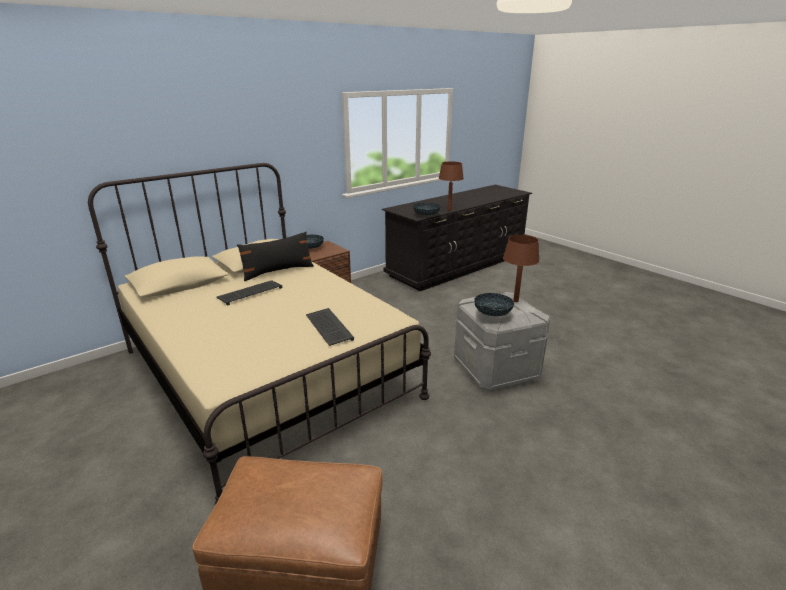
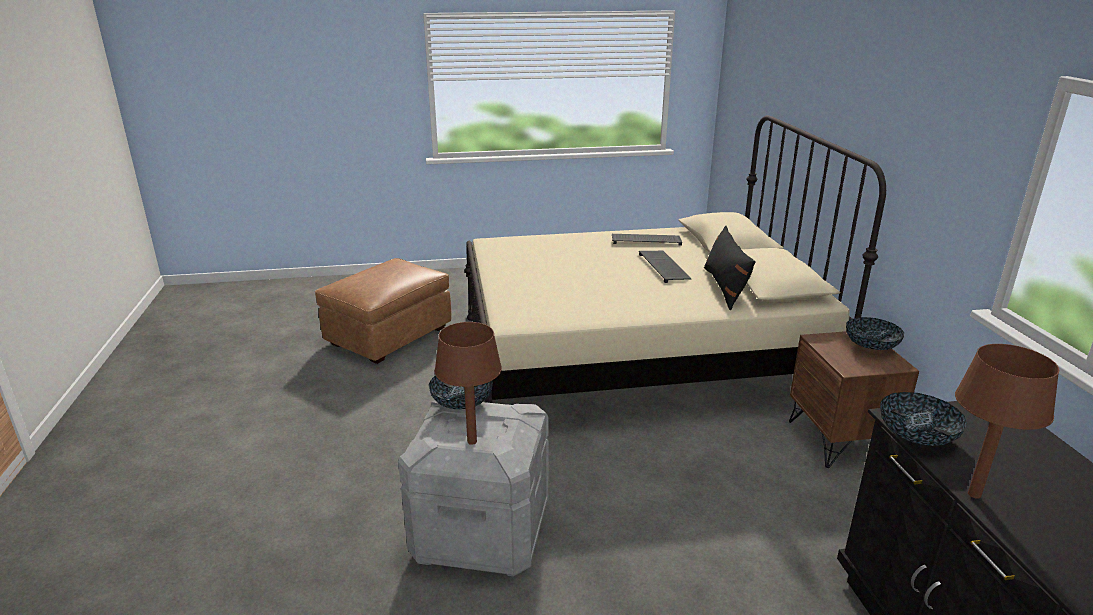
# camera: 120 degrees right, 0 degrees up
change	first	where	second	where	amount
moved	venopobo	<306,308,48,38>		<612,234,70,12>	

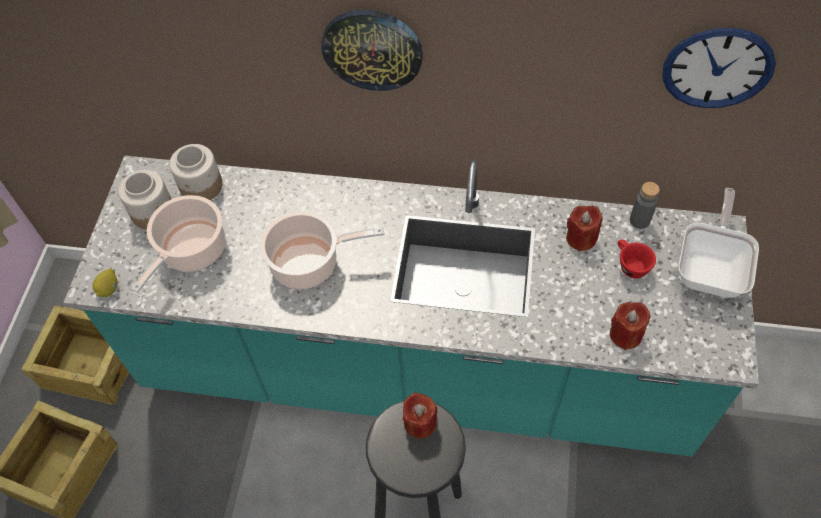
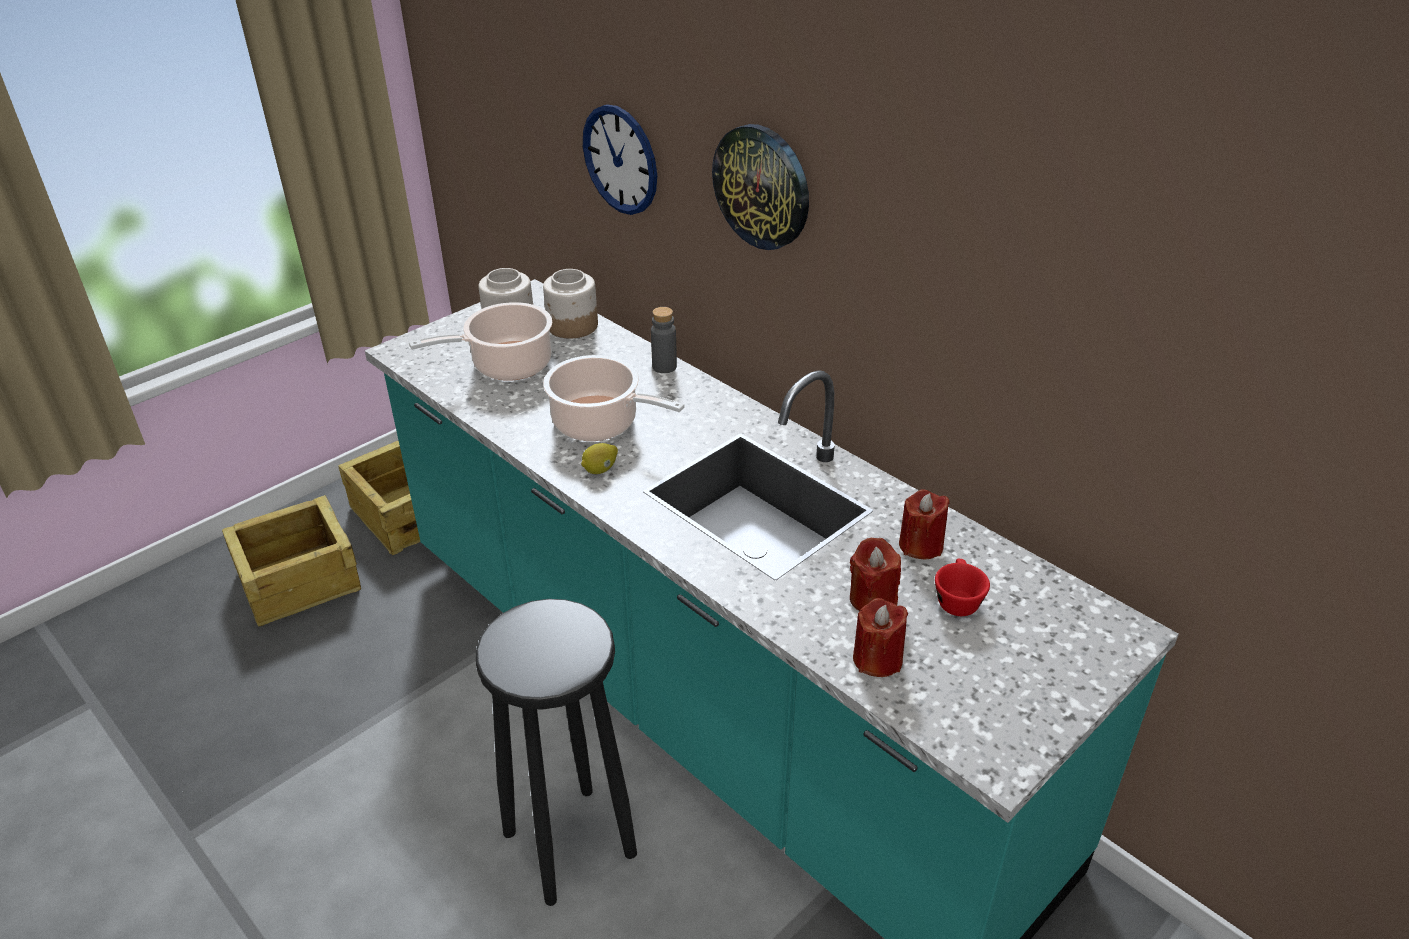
# camera: 35 degrees right, 20 degrees down
change	first	where	second	where	amount
moved	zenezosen	<662,28,114,80>		<583,104,74,111>	
moved	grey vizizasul	<630,182,30,47>		<651,307,26,66>	
removed	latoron	<679,188,80,110>			
moved	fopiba	<92,269,25,28>		<581,443,37,31>	
moved	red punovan	<403,392,35,47>		<850,538,51,73>	

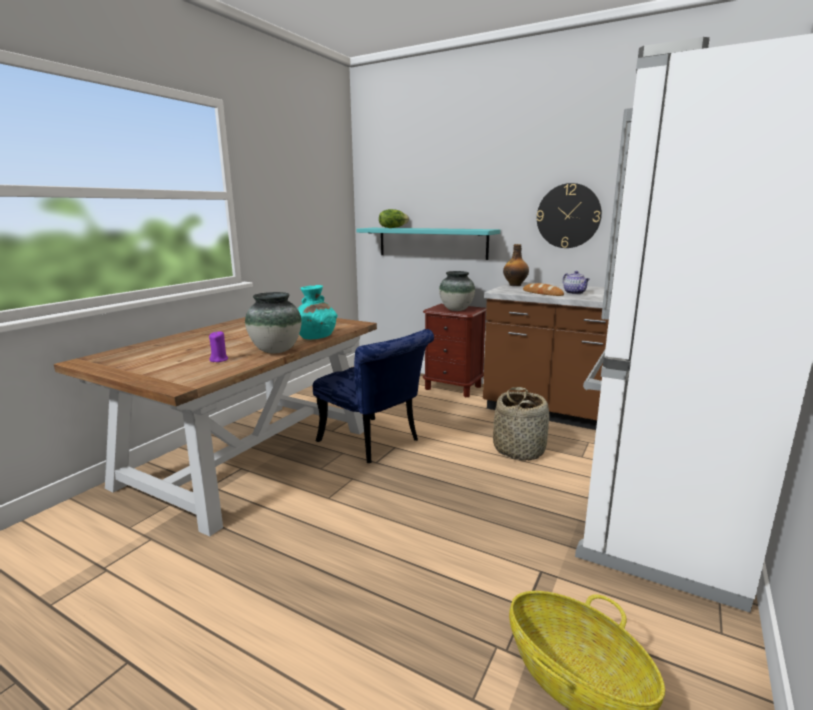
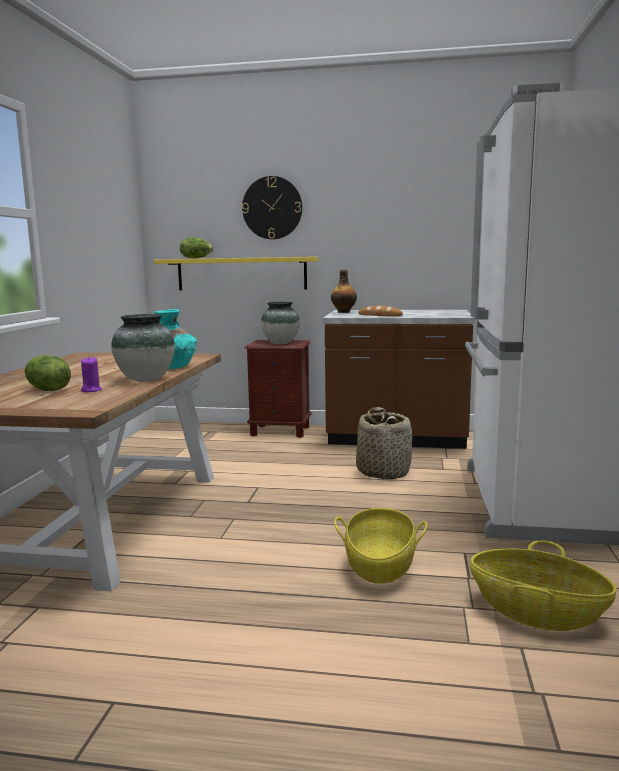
# camera: 20 degrees left, 5 degrees down
change	first	where	second	where	amount
moved	zenezosen	<537,183,65,65>		<242,176,60,63>	
recoloured	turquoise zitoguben	<356,228,144,32>	yellow zitoguben	<154,257,164,33>	
removed	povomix	<563,271,27,23>			
removed	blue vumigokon	<313,329,121,134>			
added			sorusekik	<25,355,46,36>	
added			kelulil	<334,508,94,76>	

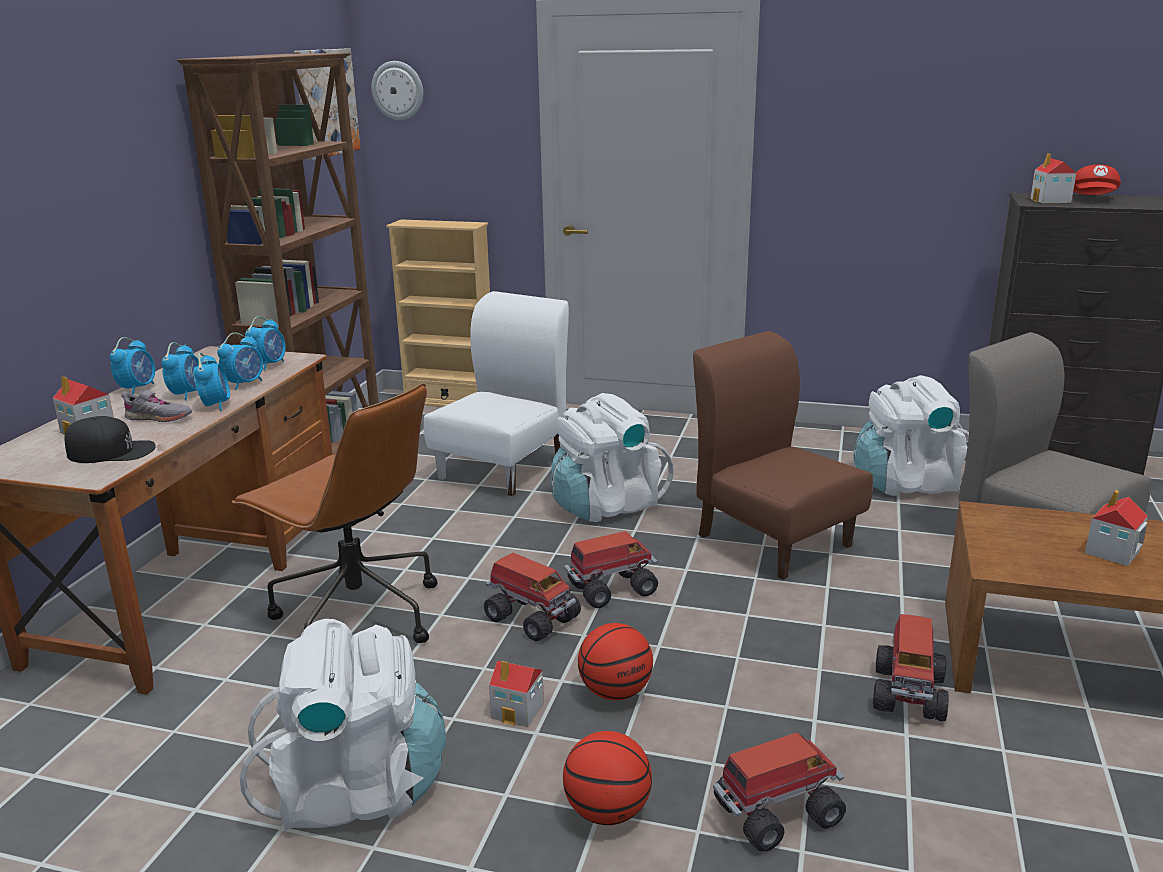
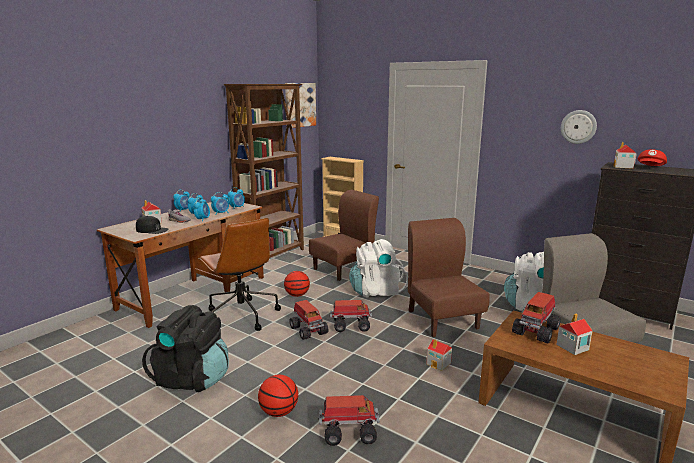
# camera: 20 degrees right, 5 degrees down
change	first	where	second	where	amount
moved	zenezosen	<371,61,52,59>		<561,110,36,34>	
recoloured	white vumigokon	<424,291,145,205>	brown vumigokon	<309,190,70,91>	
moved	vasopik	<873,614,76,107>		<512,292,49,51>	
recoloured	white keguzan	<240,619,206,212>	black keguzan	<142,305,87,87>	
moved	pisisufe	<578,623,75,77>		<284,271,26,26>	
moved	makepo	<489,661,55,66>		<426,339,26,32>	

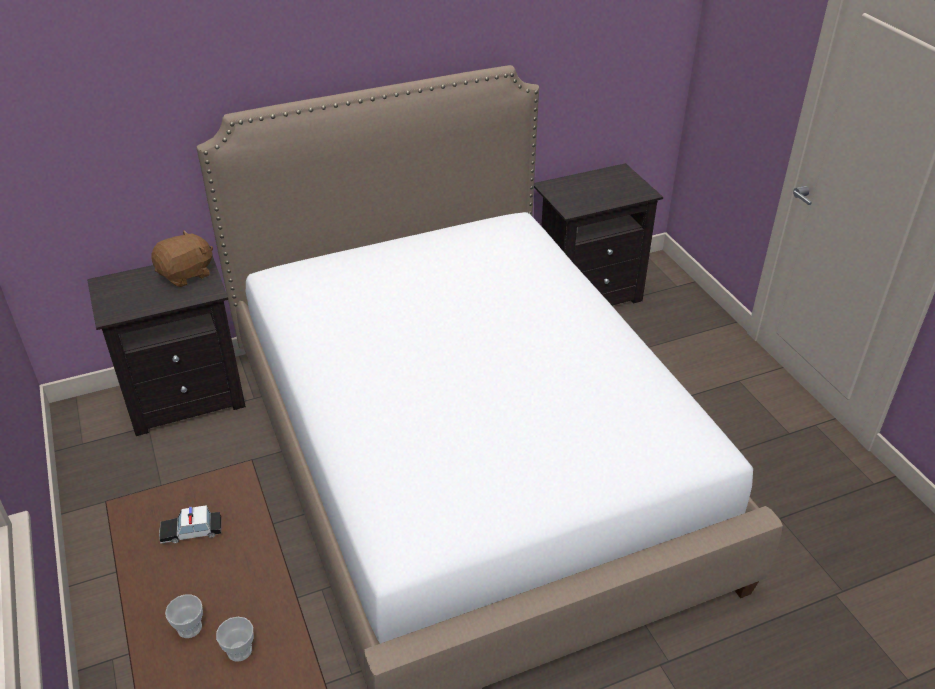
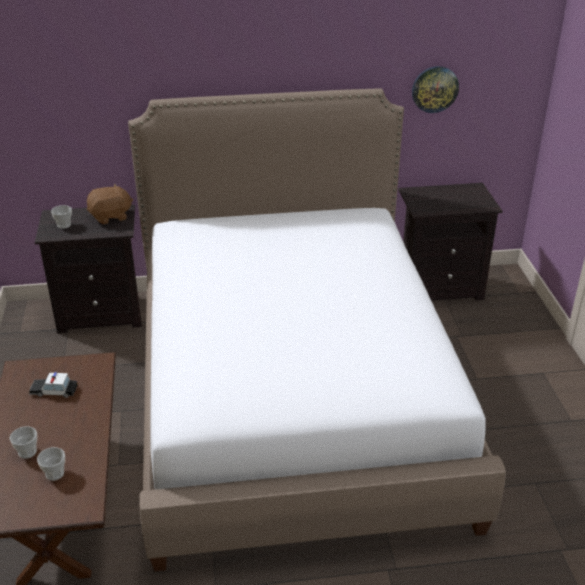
# camera: 15 degrees right, 5 degrees down
change	first	where	second	where	amount
added			zenezosen	<412,66,47,47>	
added			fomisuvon	<51,205,21,24>	

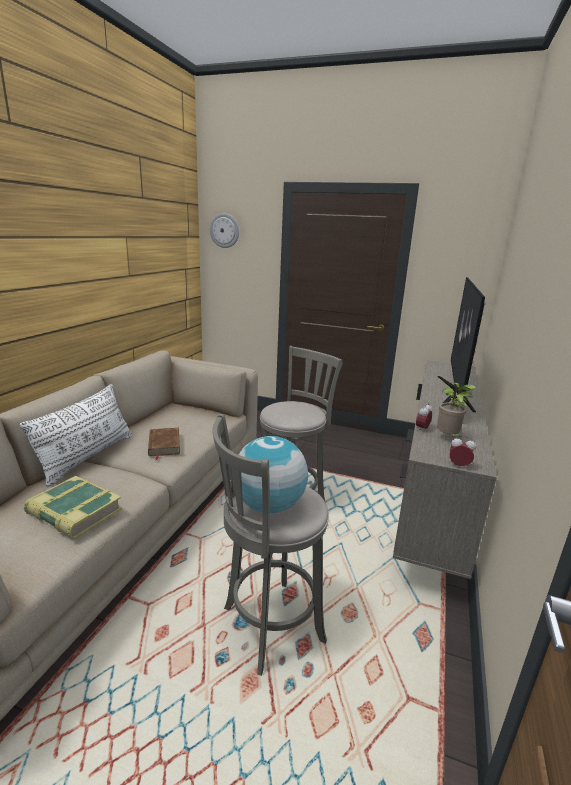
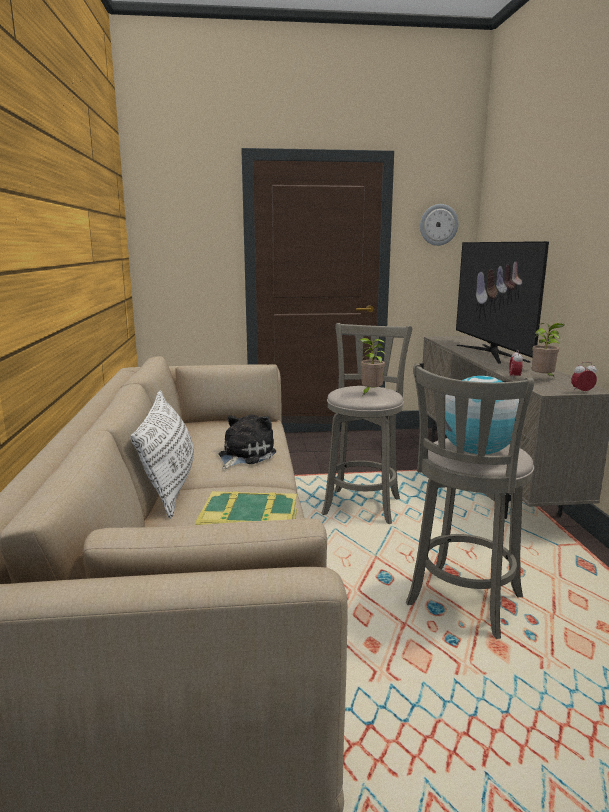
# camera: 25 degrees left, 5 degrees down
change	first	where	second	where	amount
moved	zenezosen	<210,213,29,35>		<420,204,39,42>	
replaced	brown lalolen	<148,428,32,32>	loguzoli	<219,414,57,55>	
added			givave	<359,338,27,57>	

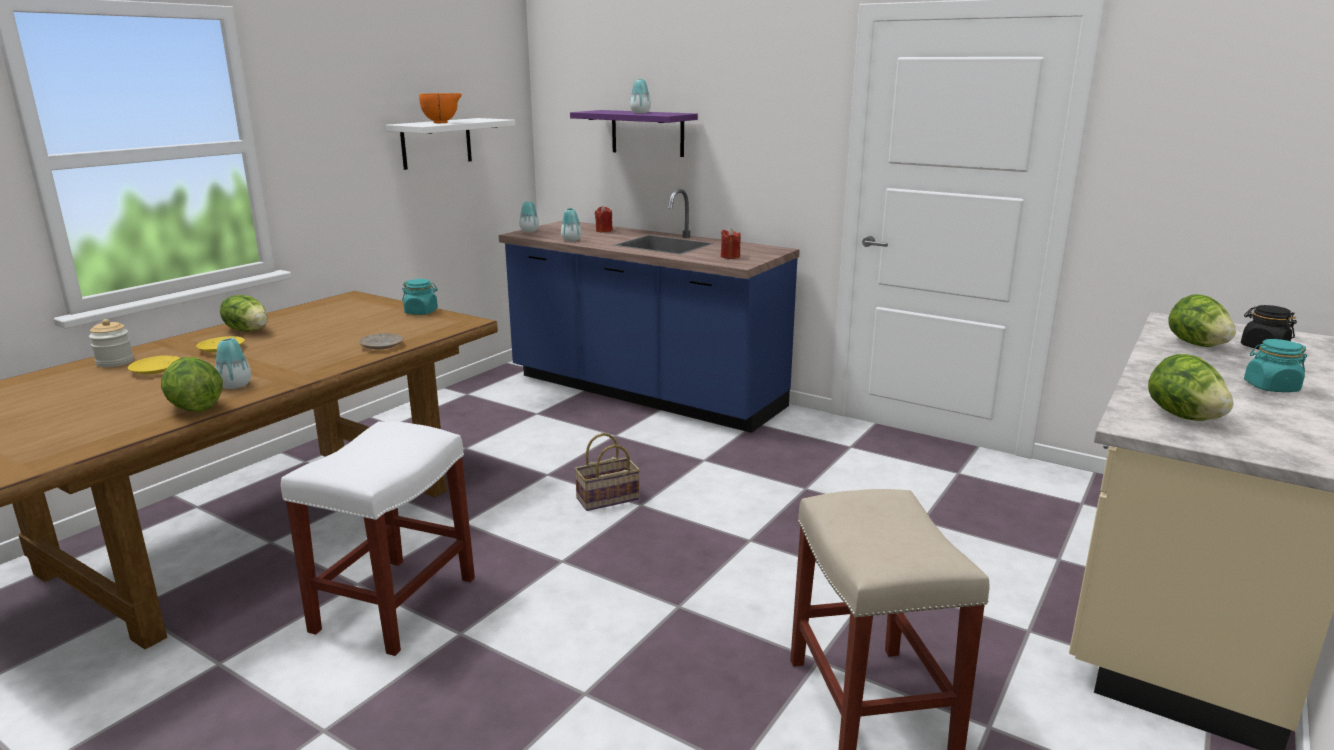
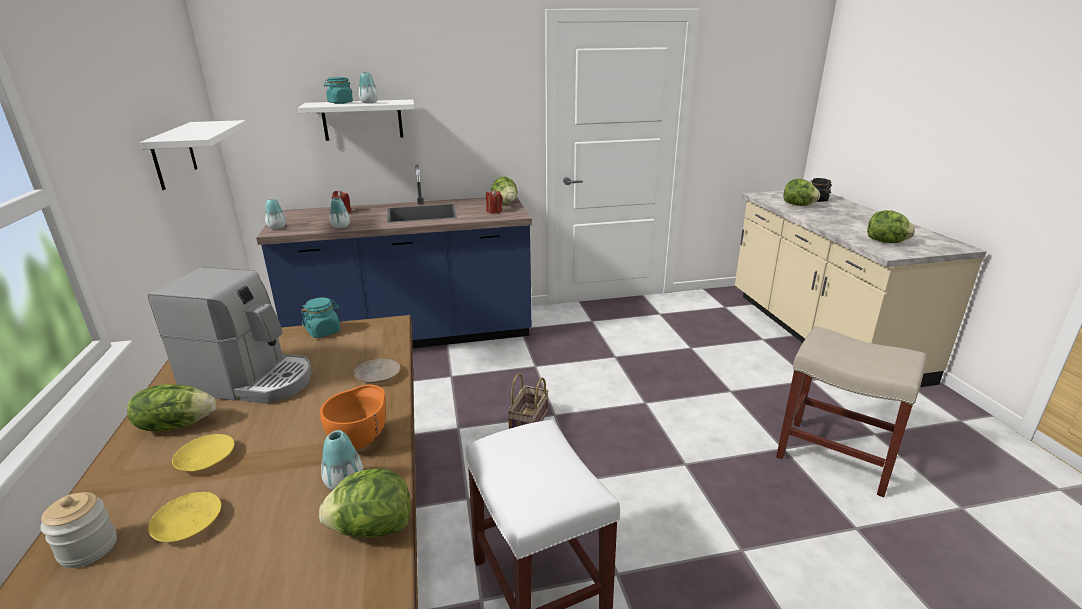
# camera: 45 degrees left, 5 degrees up
change	first	where	second	where	amount
moved	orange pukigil	<419,93,43,30>		<320,384,66,65>	
recoloured	purple zitoguben	<570,110,128,47>	white zitoguben	<298,99,116,42>	
moved	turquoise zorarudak	<1244,339,63,53>		<324,77,29,27>	
added			sorusekik	<491,176,27,29>	
added			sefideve	<148,267,164,137>	

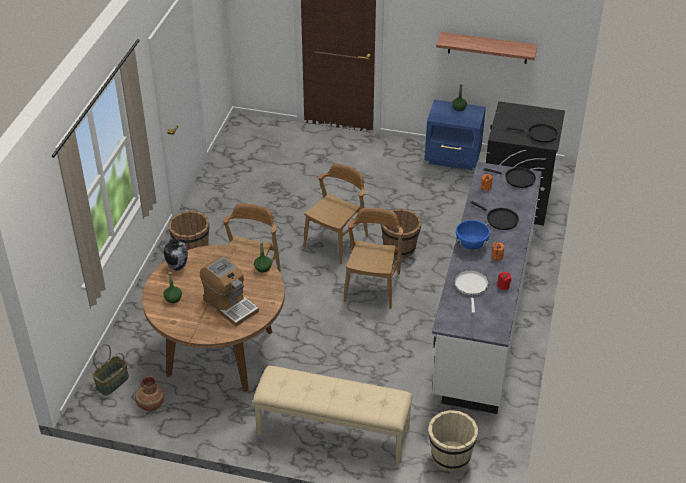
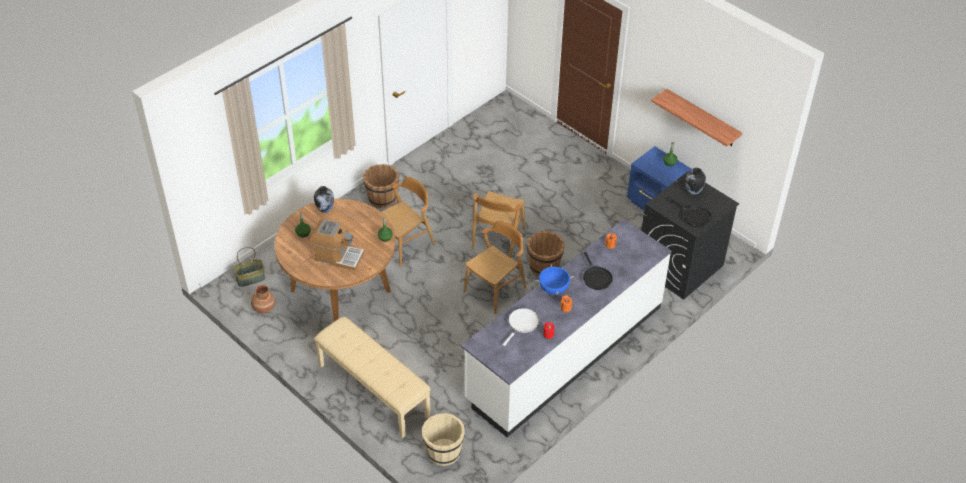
# camera: 30 degrees right, 5 degrees up
change	first	where	second	where	amount
turned	brown vumigokon	<304,163,64,101>		<472,191,53,67>	135 degrees clockwise
removed	black latoron	<484,167,52,21>			
turned	sefideve	<200,256,59,71>		<311,219,53,52>	60 degrees counterclockwise
added			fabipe	<685,168,21,27>	

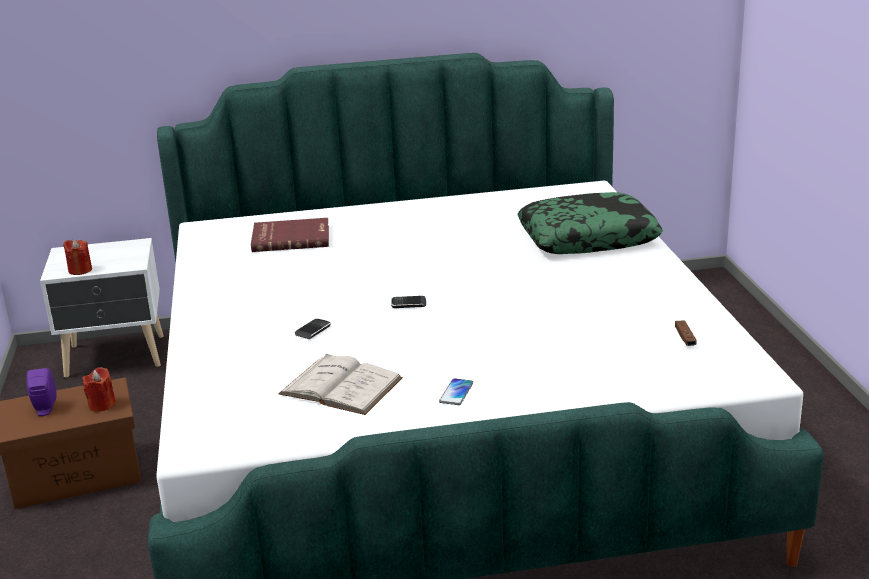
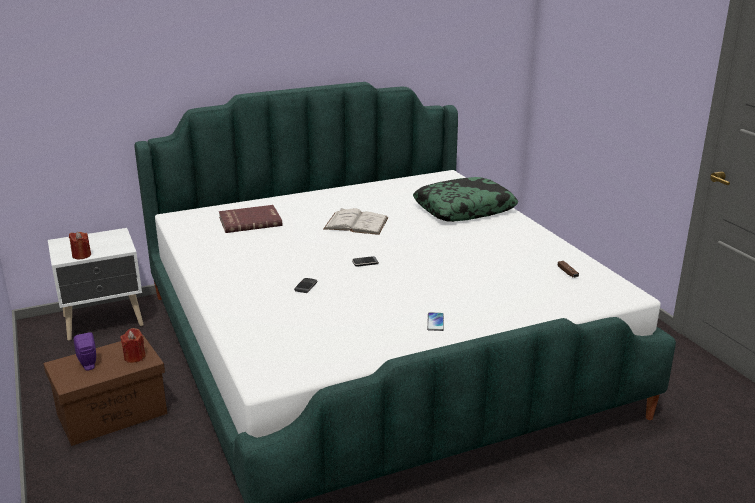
# camera: 15 degrees left, 0 degrees up
change	first	where	second	where	amount
moved	white lalolen	<278,354,125,61>		<324,208,64,27>	

